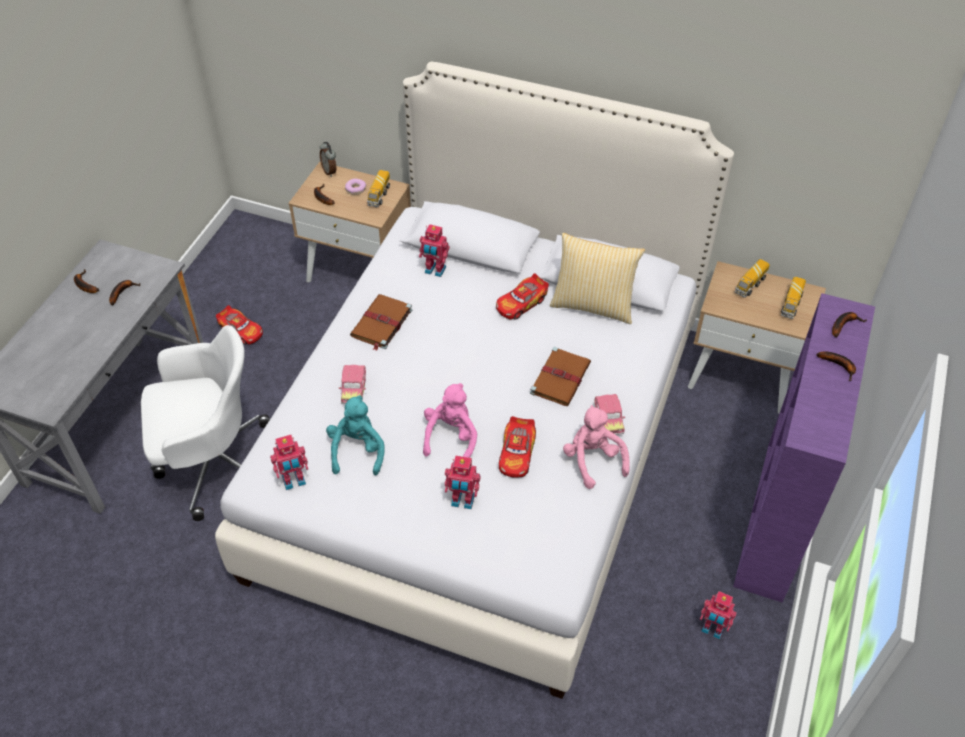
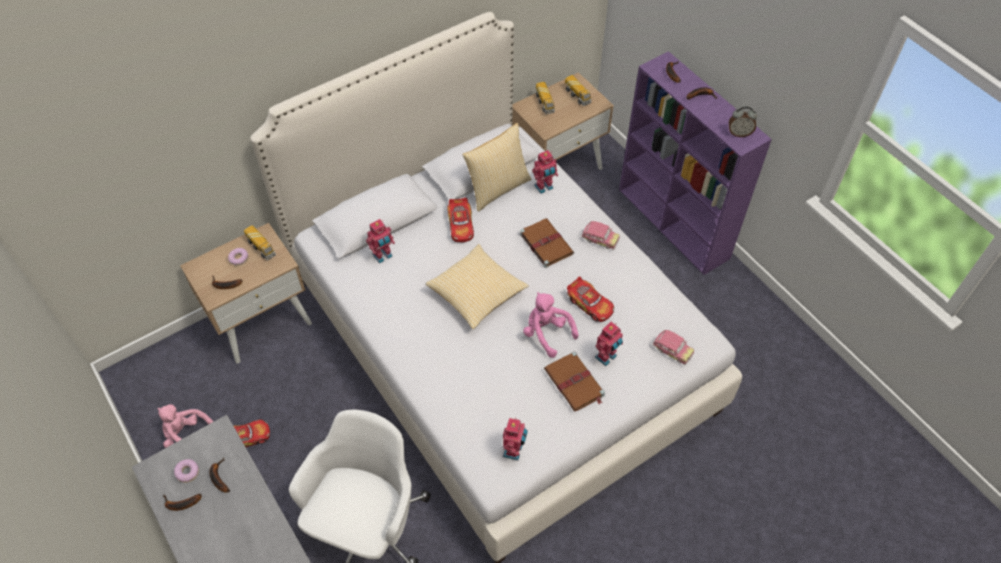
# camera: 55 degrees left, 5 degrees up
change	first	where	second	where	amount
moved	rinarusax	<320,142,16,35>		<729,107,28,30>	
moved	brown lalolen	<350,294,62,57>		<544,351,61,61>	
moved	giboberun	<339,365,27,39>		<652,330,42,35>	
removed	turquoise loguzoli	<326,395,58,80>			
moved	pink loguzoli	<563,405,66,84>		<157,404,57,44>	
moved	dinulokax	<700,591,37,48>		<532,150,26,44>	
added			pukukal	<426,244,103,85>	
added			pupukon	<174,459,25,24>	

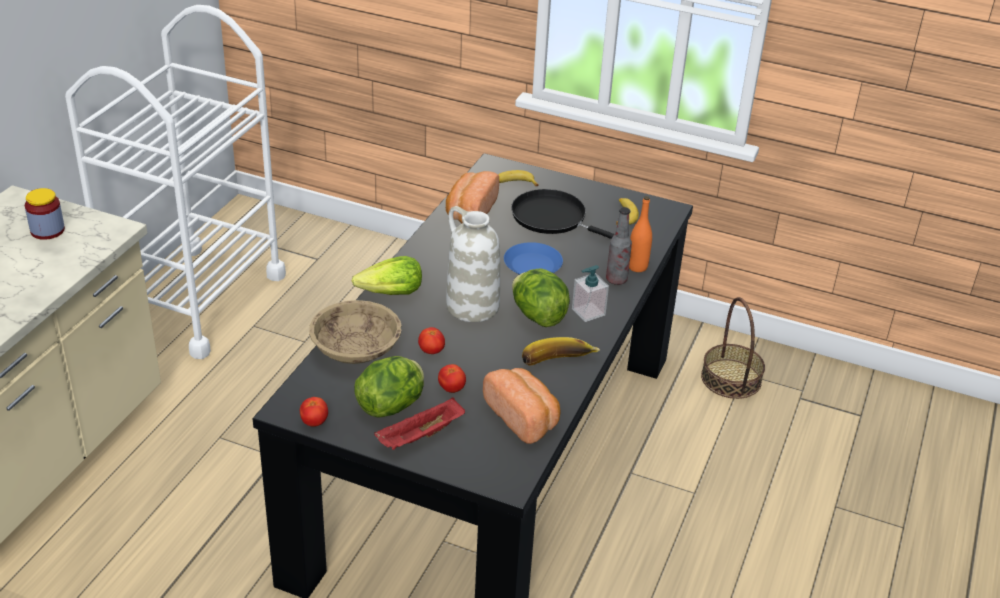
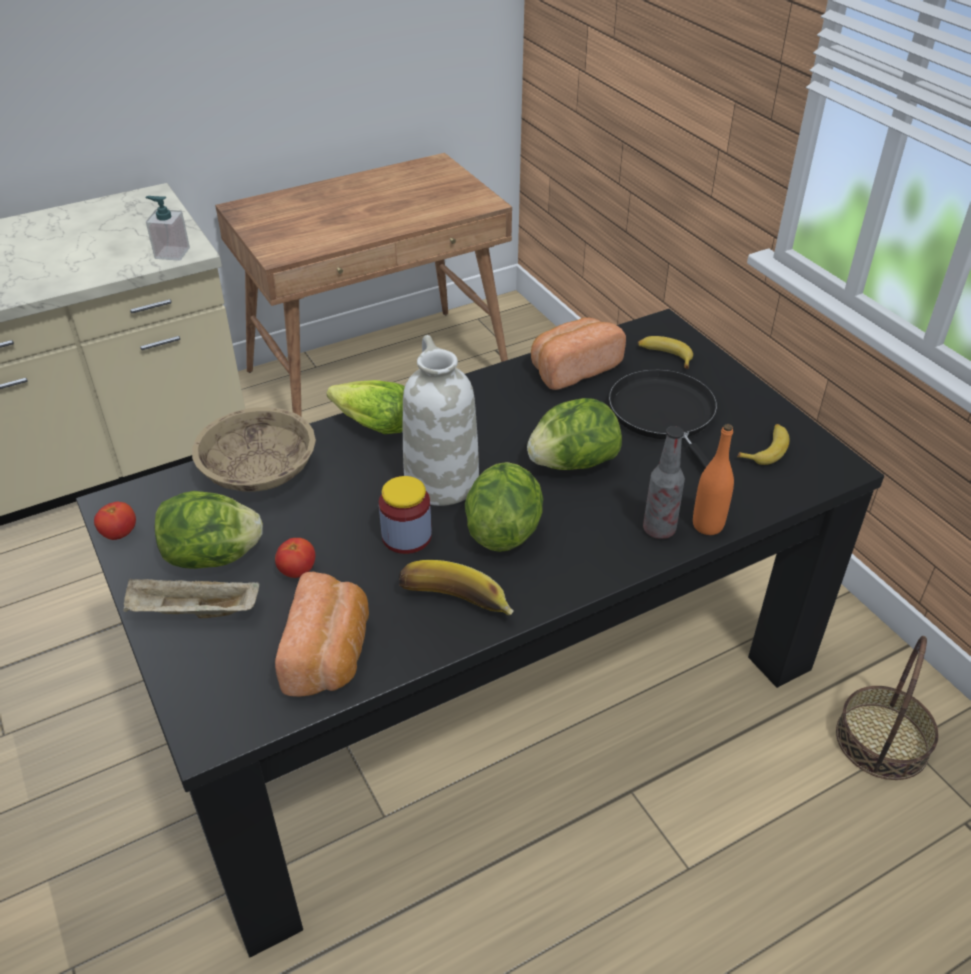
# camera: 40 degrees right, 5 degrees up
change	first	where	second	where	amount
replaced	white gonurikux	<65,5,221,354>	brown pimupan	<215,153,297,264>	
moved	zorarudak	<25,188,40,52>		<379,476,53,78>	
replaced	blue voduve	<504,242,59,33>	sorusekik	<527,398,95,72>	
moved	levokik	<572,265,37,57>		<145,196,45,65>	
removed	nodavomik	<418,327,27,27>			
recoloured	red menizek	<374,398,91,52>	beige menizek	<123,579,137,39>	

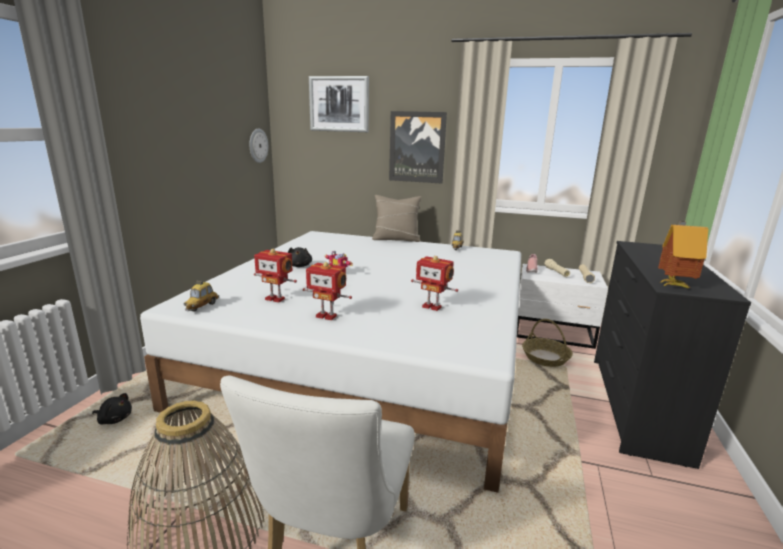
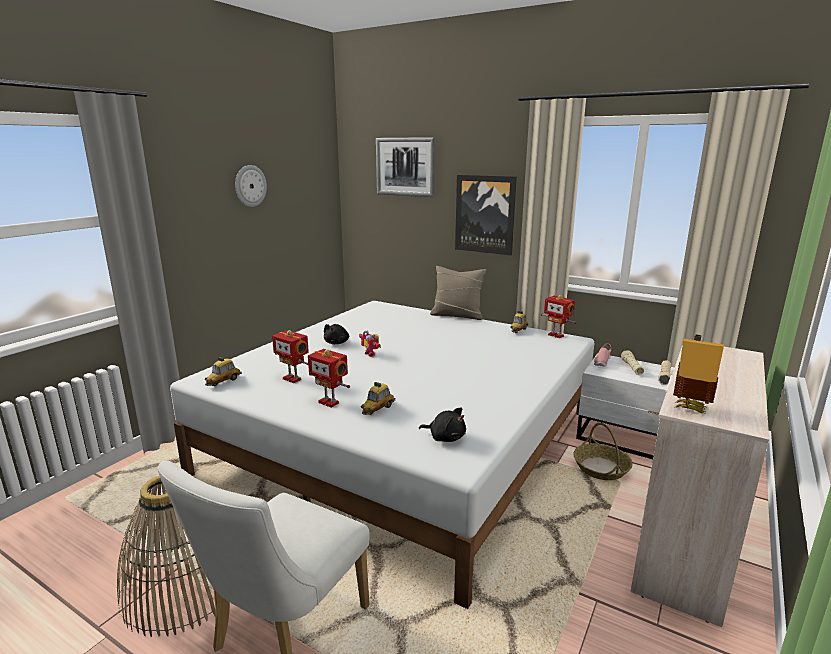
# camera: 15 degrees right, 0 degrees up
change	first	where	second	where	amount
moved	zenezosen	<249,128,19,35>		<235,165,32,42>	
recoloured	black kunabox	<594,241,157,228>	beige kunabox	<630,344,139,283>	
moved	dinulokax	<411,256,47,55>		<541,295,36,43>	
moved	black loguzoli	<92,393,40,32>		<419,408,47,34>	
added			giboberun	<361,382,34,33>	

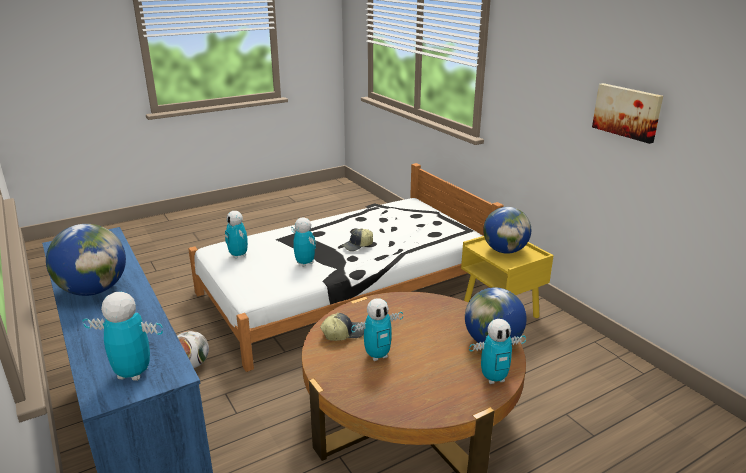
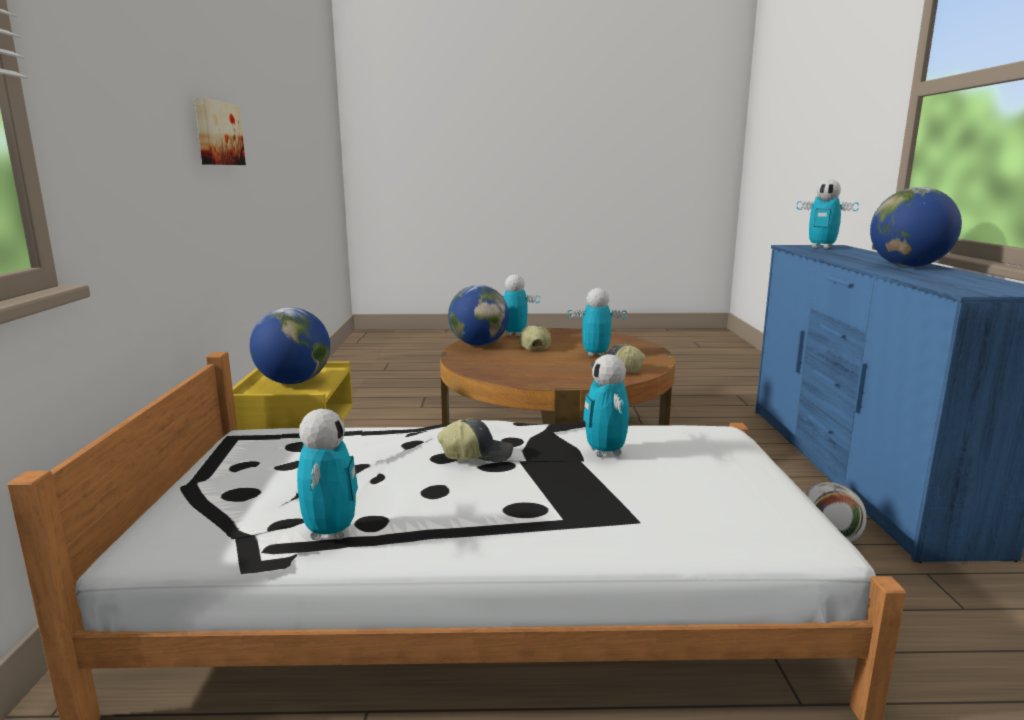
# camera: 150 degrees left, 10 degrees down
change	first	where	second	where	amount
moved	dinulokax	<225,211,23,48>		<297,409,61,131>	
added			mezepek	<519,324,32,26>	

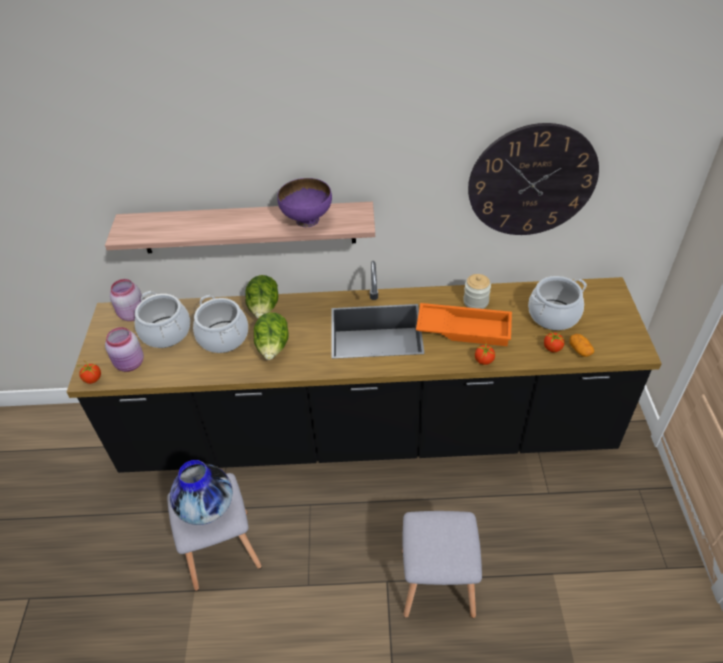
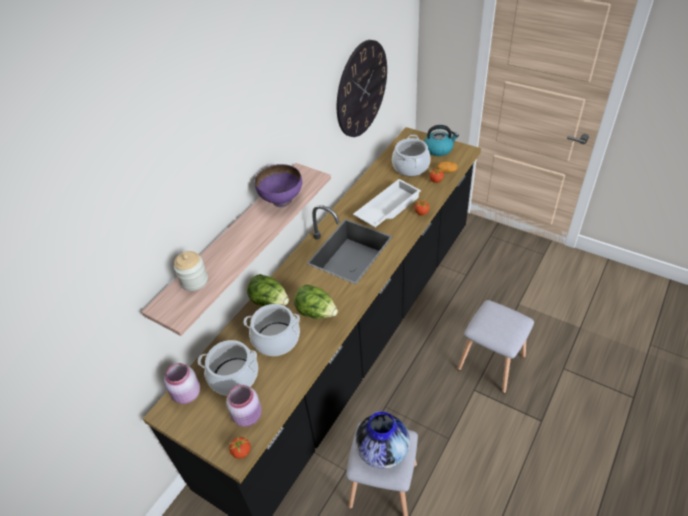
# camera: 55 degrees left, 0 degrees up
change	first	where	second	where	amount
moved	zorarudak	<463,274,28,35>		<174,251,34,40>	
recoloured	orange menizek	<416,303,96,43>	white menizek	<353,179,68,48>	
added			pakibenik	<424,125,35,31>	

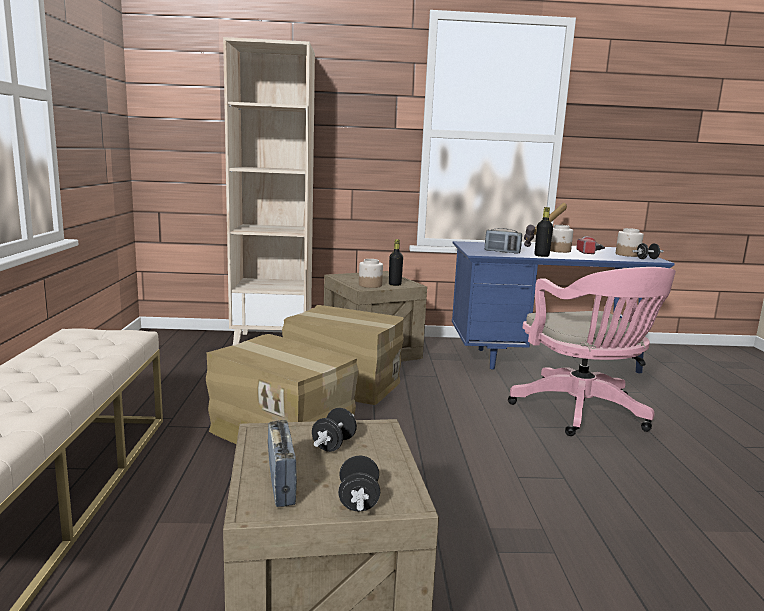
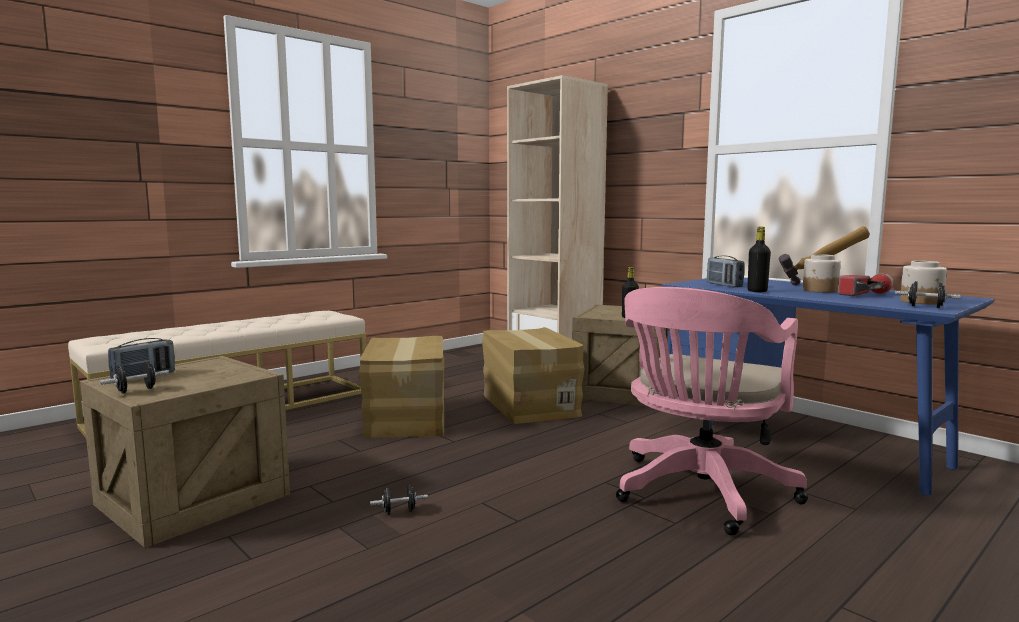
# camera: 50 degrees right, 5 degrees down
change	first	where	second	where	amount
removed	zorarudak	<359,259,24,29>			
moved	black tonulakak	<312,408,45,44>		<370,485,58,30>	

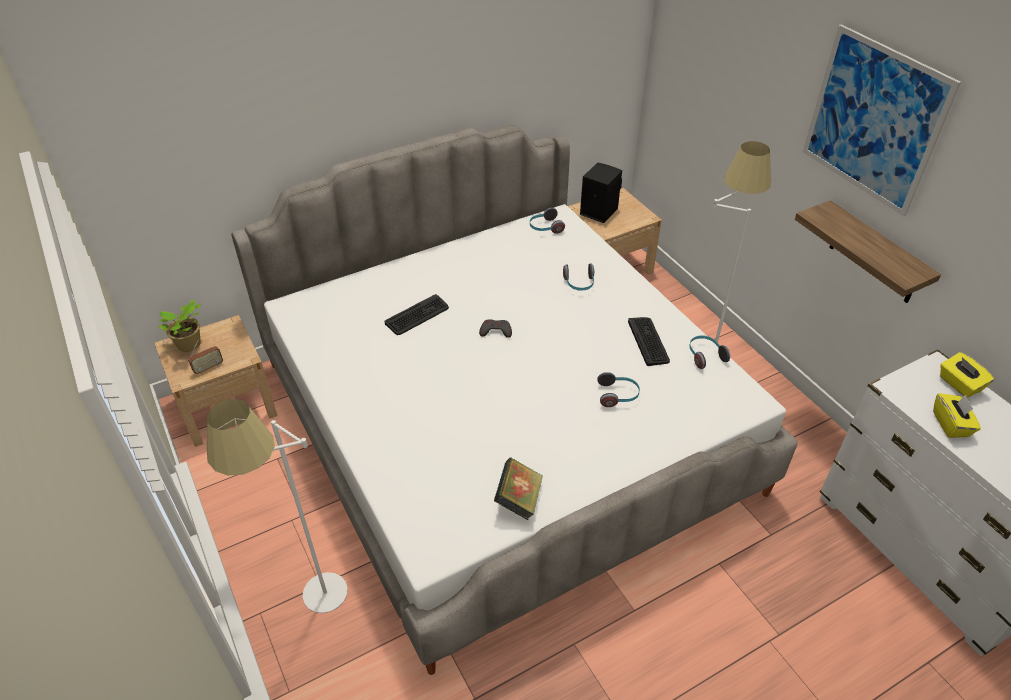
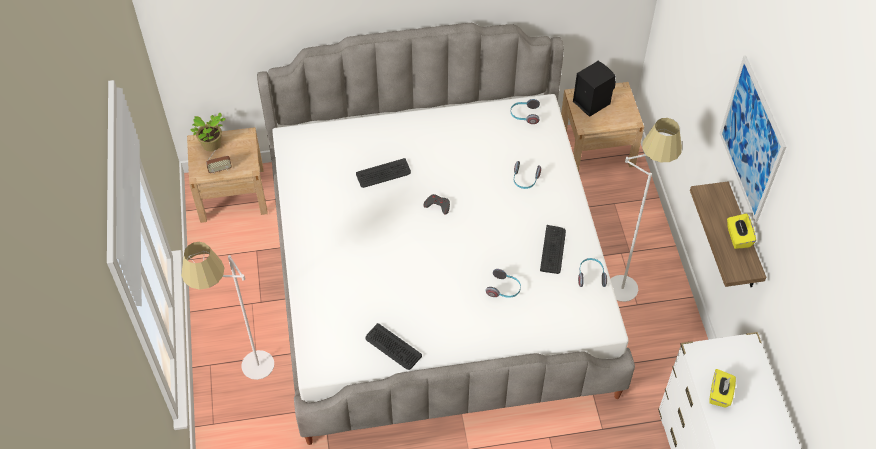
# camera: 20 degrees right, 10 degrees up
change	first	where	second	where	amount
moved	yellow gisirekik	<940,352,54,46>		<727,213,29,36>	
replaced	lalolen	<494,458,49,62>	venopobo	<365,323,57,47>	

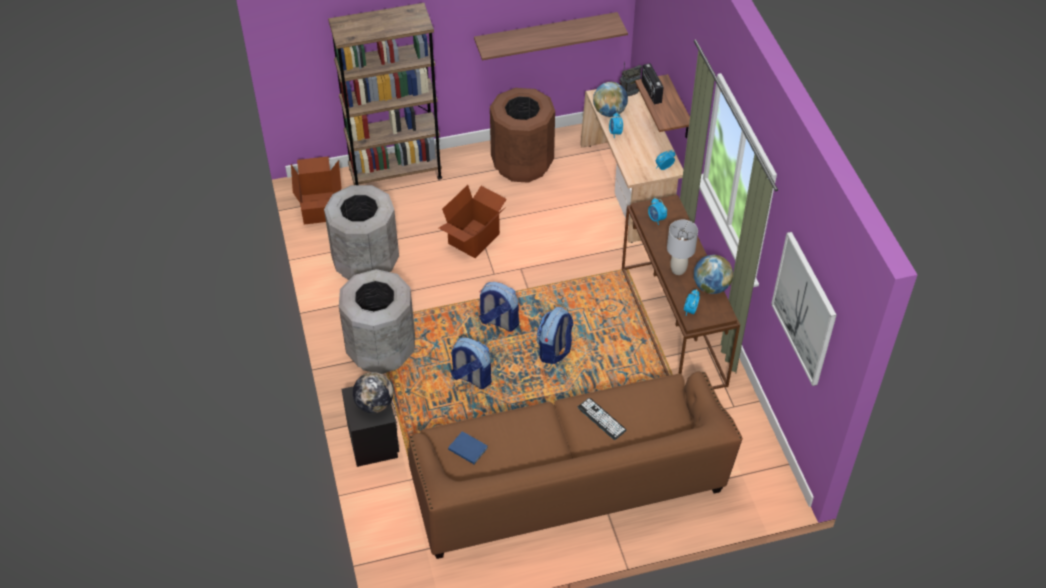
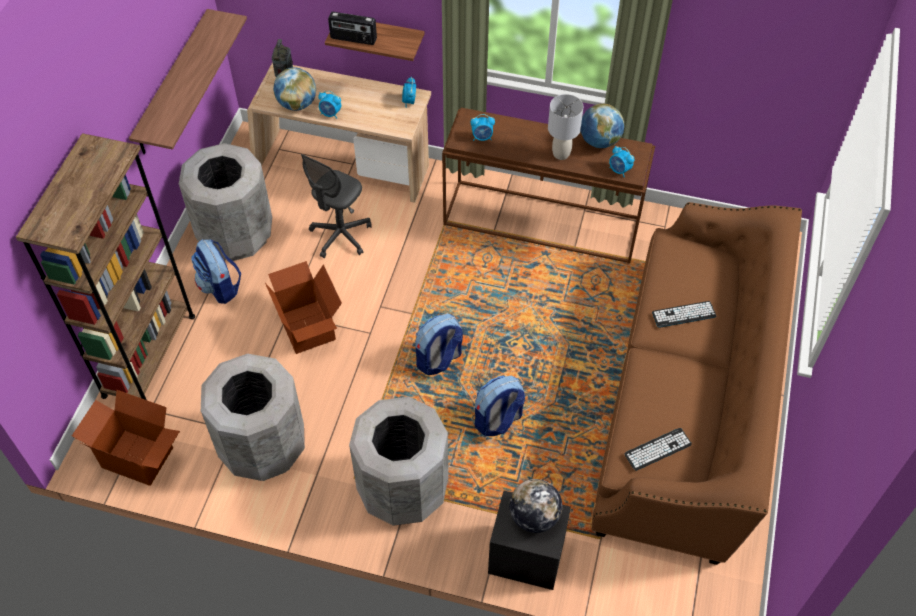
# camera: 60 degrees left, 5 degrees up
change	first	where	second	where	amount
recoloured	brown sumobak	<490,88,65,95>	grey sumobak	<179,143,93,118>	
removed	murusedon	<771,232,66,154>			
moved	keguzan	<536,307,38,57>		<191,239,50,65>	
replaced	blue lalolen	<448,431,40,33>	venopobo	<624,428,68,43>	
added			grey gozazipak	<301,154,71,104>	

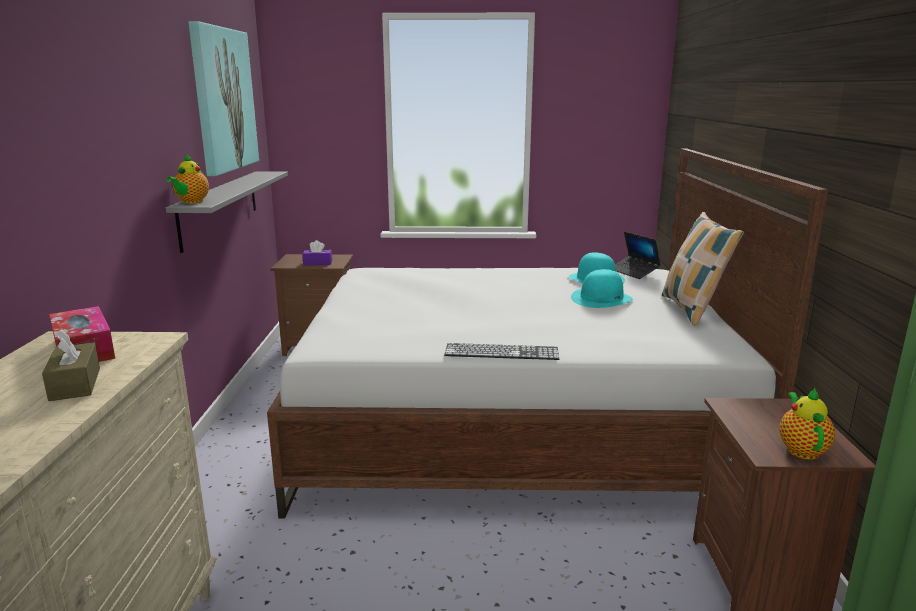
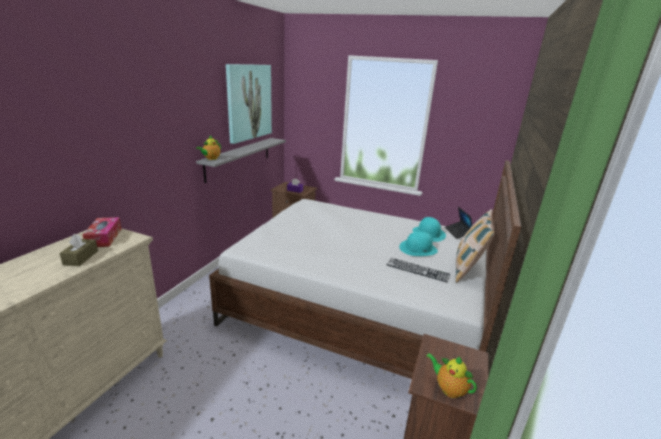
# camera: 20 degrees right, 5 degrees up
change	first	where	second	where	amount
moved	venopobo	<444,343,115,17>		<387,258,63,24>	
turned	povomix	<779,387,56,73>		<426,353,51,45>	75 degrees counterclockwise

